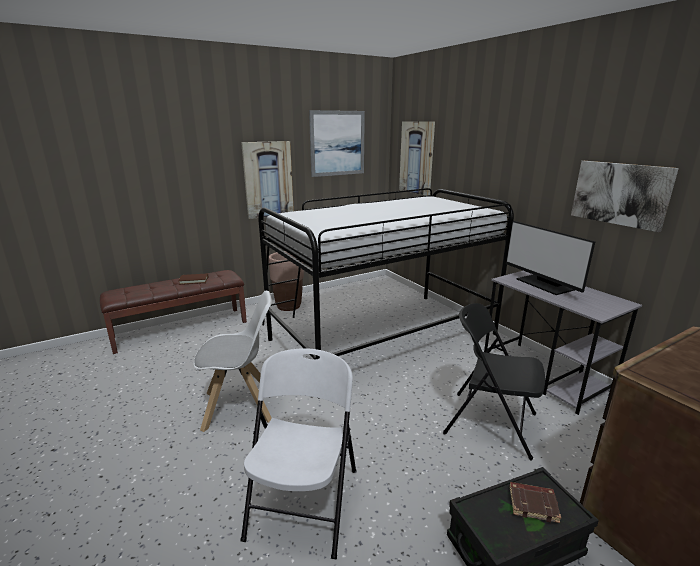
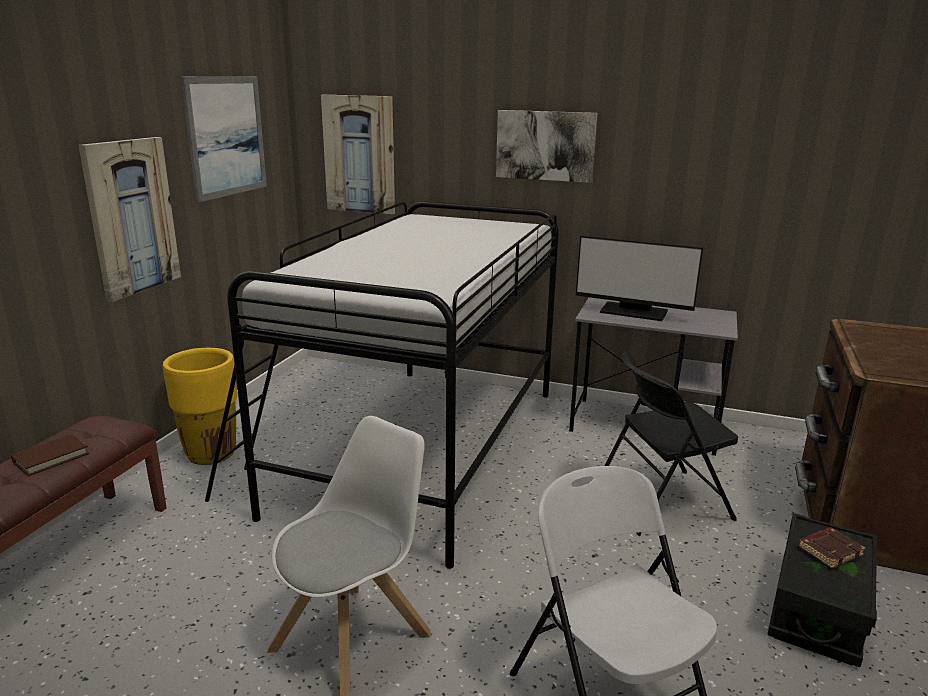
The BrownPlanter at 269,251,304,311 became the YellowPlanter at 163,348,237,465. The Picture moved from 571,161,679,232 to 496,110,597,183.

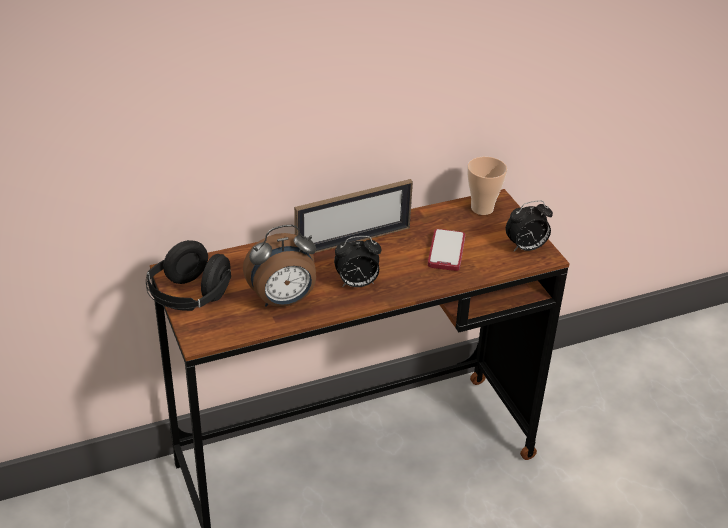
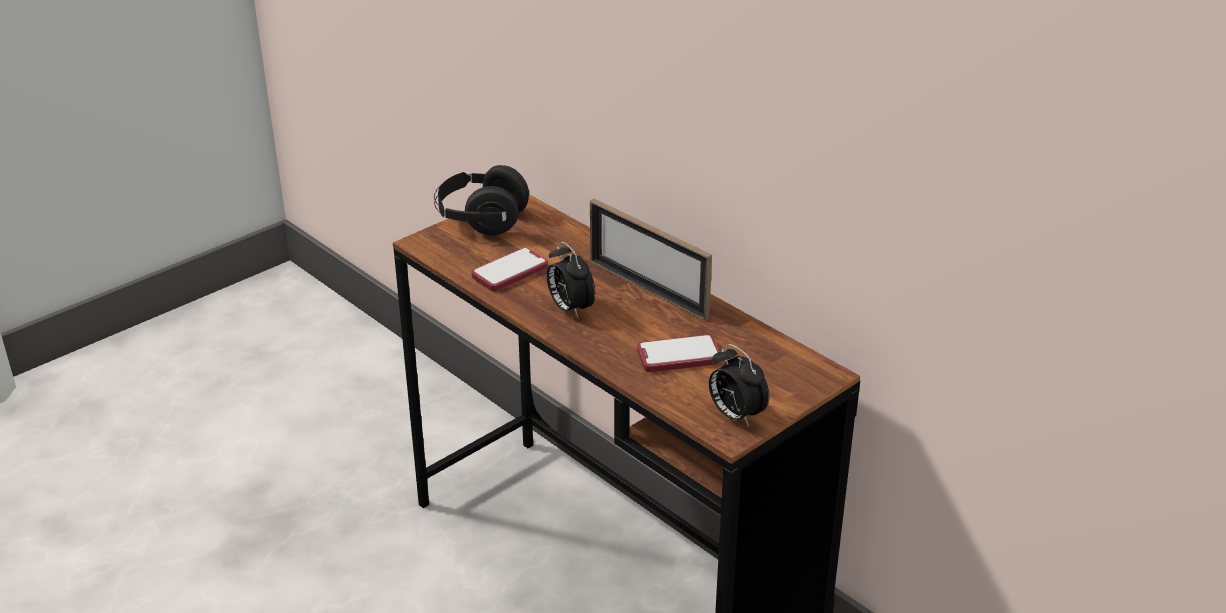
The AlarmClock at 243,225,316,307 was replaced by the Phone at 471,248,548,291. The Cup at 467,157,507,215 disappeared.

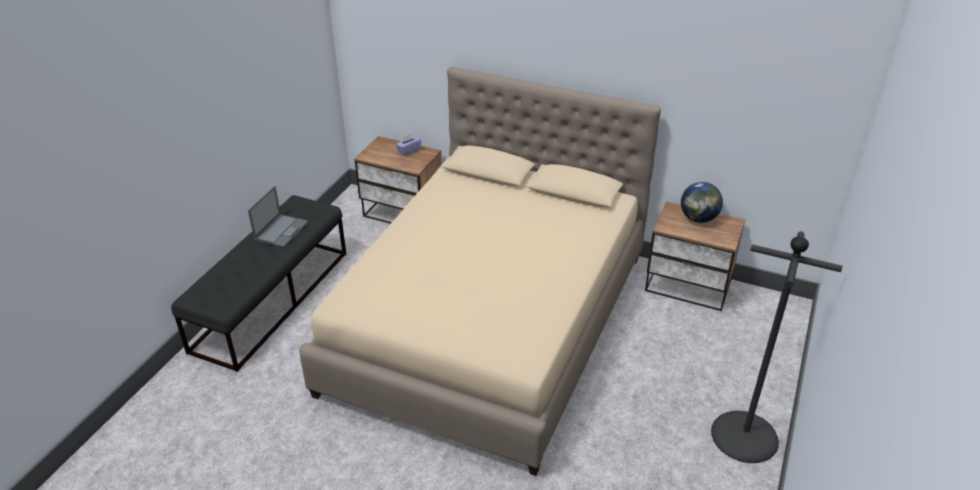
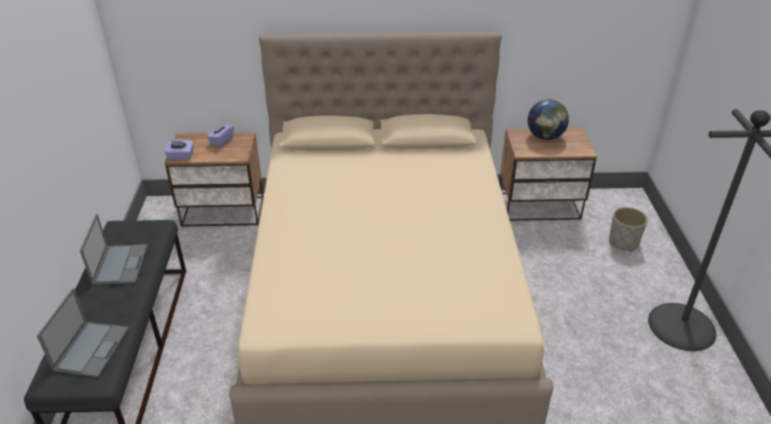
The Laptop at 37,288,129,377 appeared. The PurpleTissueBox at 164,139,194,160 appeared. The GreyPlanter at 609,207,648,252 appeared.

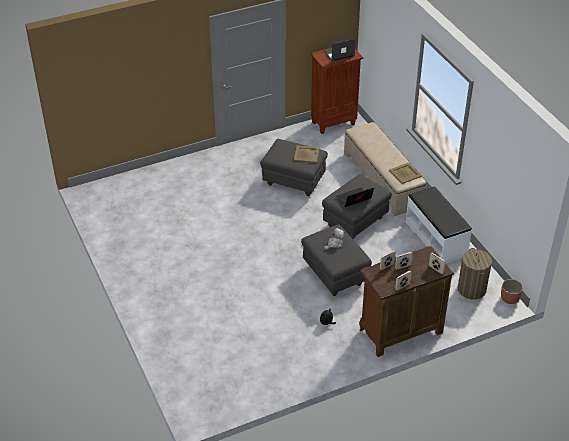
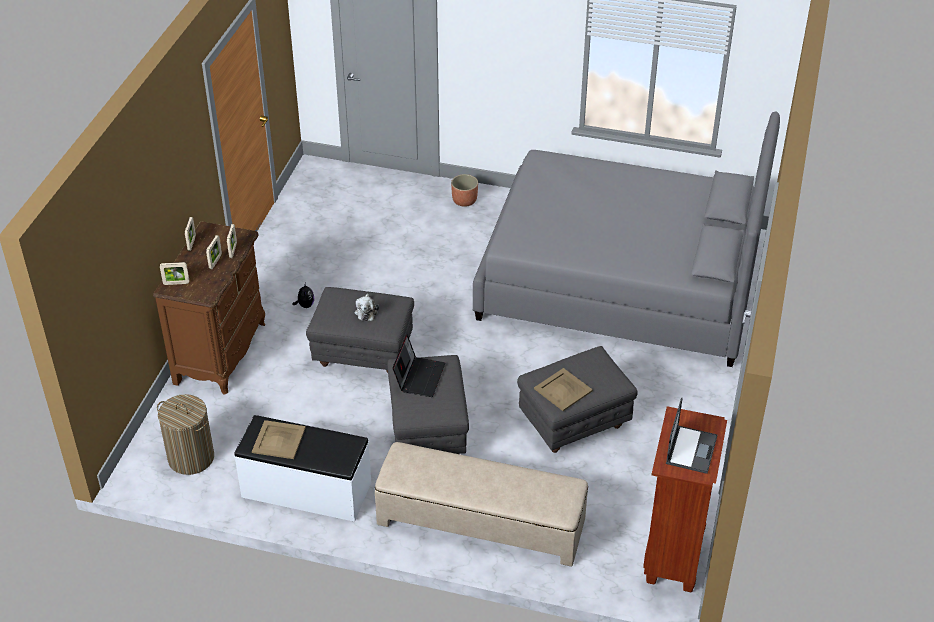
The BeigeTray moved from 389,162,422,184 to 252,420,306,459. The Planter moved from 501,279,523,304 to 451,174,478,207. The GreyBed at 473,111,780,367 appeared.

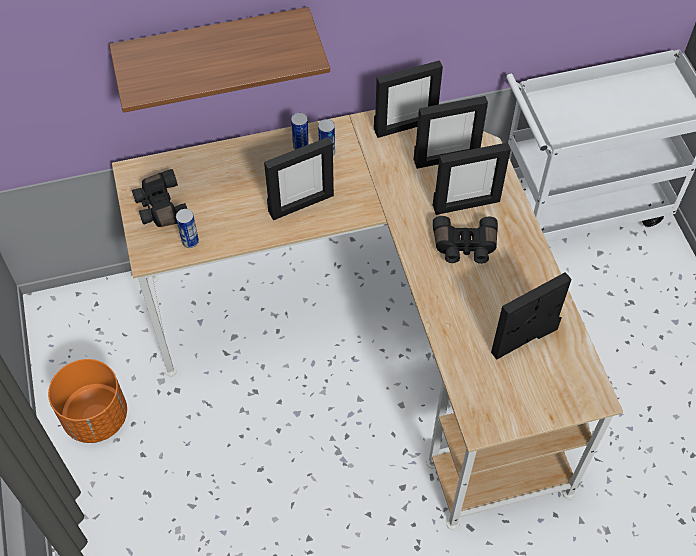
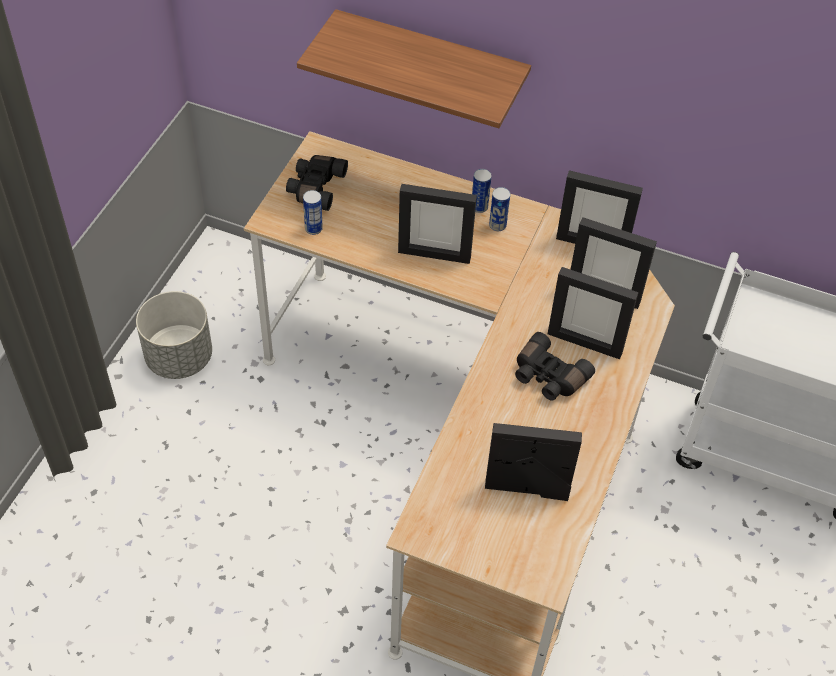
The OrangePlanter at 48,359,127,443 became the GreyPlanter at 136,291,212,379.

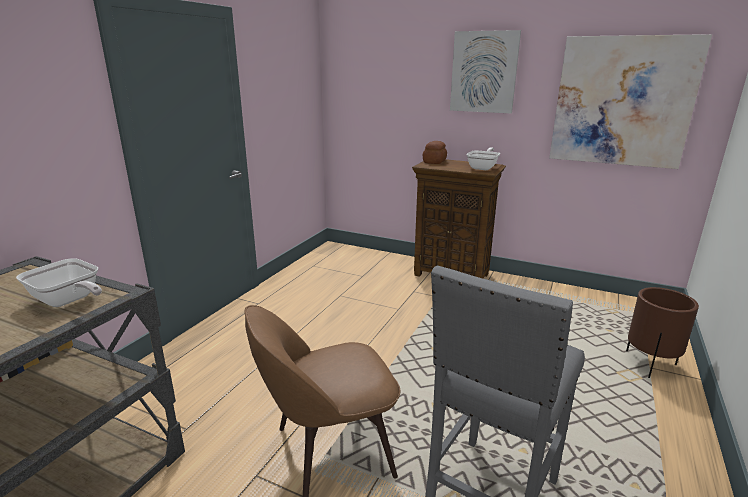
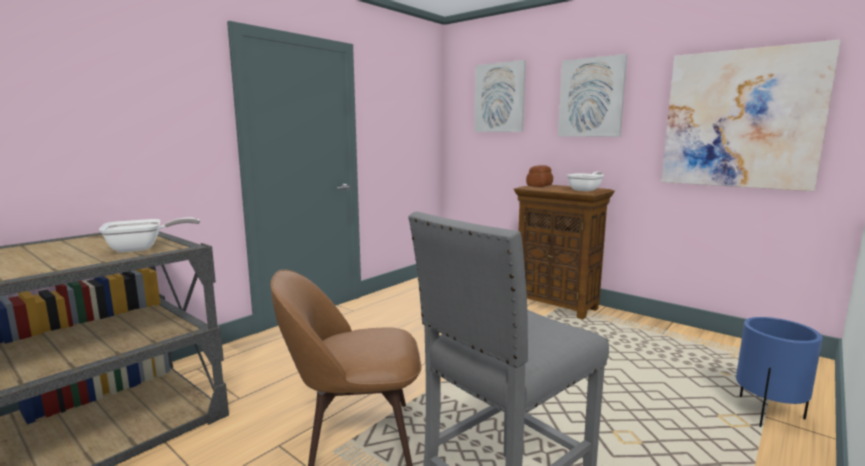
The FryingPan at 16,258,102,307 turned 75 degrees counterclockwise. The BrownPlanter at 626,287,699,378 became the BluePlanter at 736,317,823,427. The Picture at 474,60,526,132 appeared.

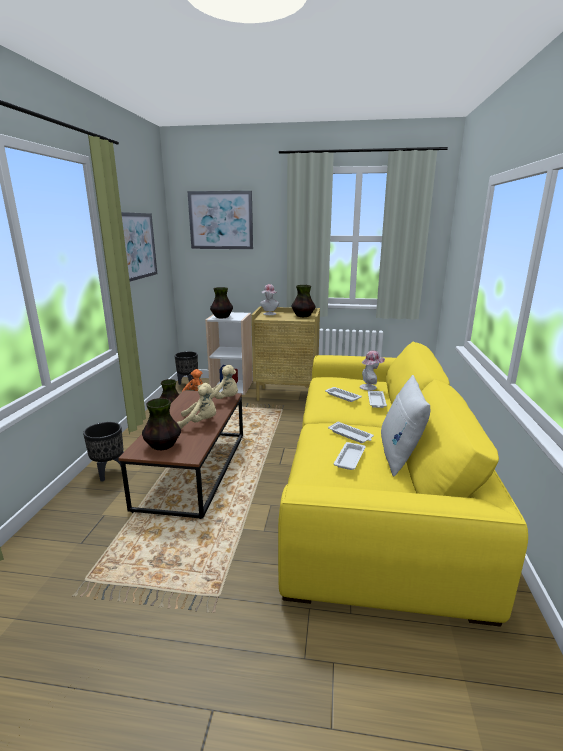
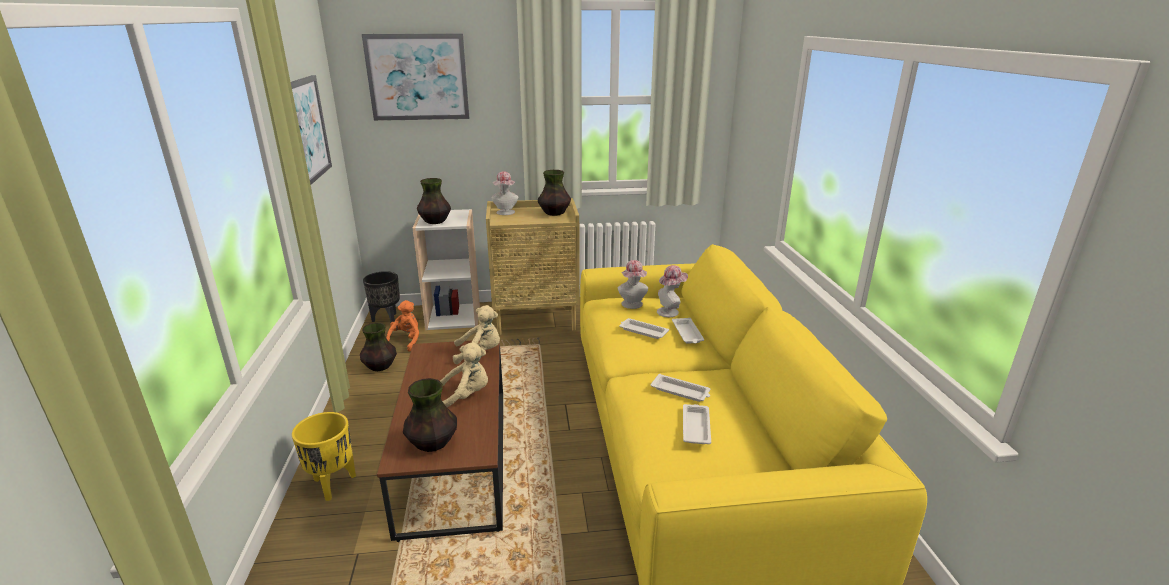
The BlackPlanter at 83,422,124,481 became the YellowPlanter at 292,412,356,501. The GreyPillow at 381,375,430,477 disappeared. The Hat at 618,260,648,309 appeared.

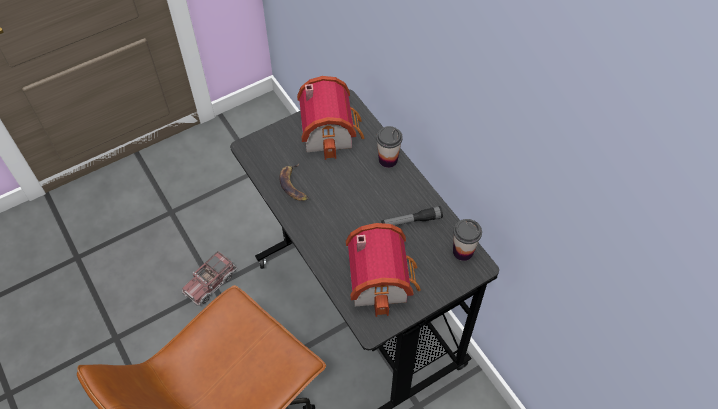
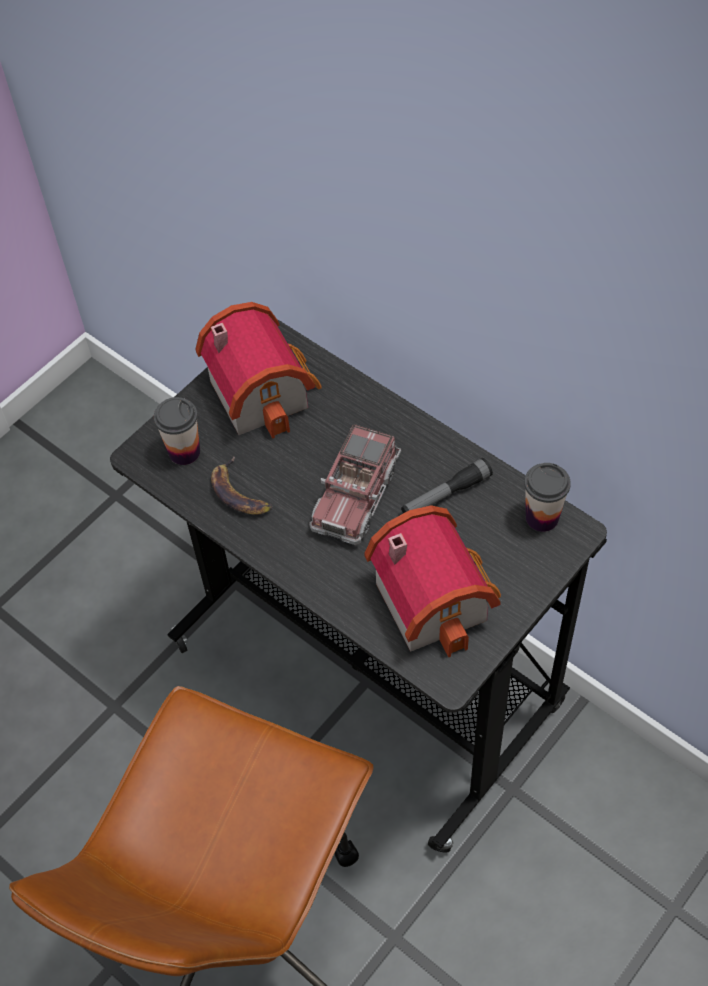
The ToyTruck moved from 182,251,237,306 to 309,424,401,545. The Cup moved from 376,126,403,168 to 154,397,200,465.

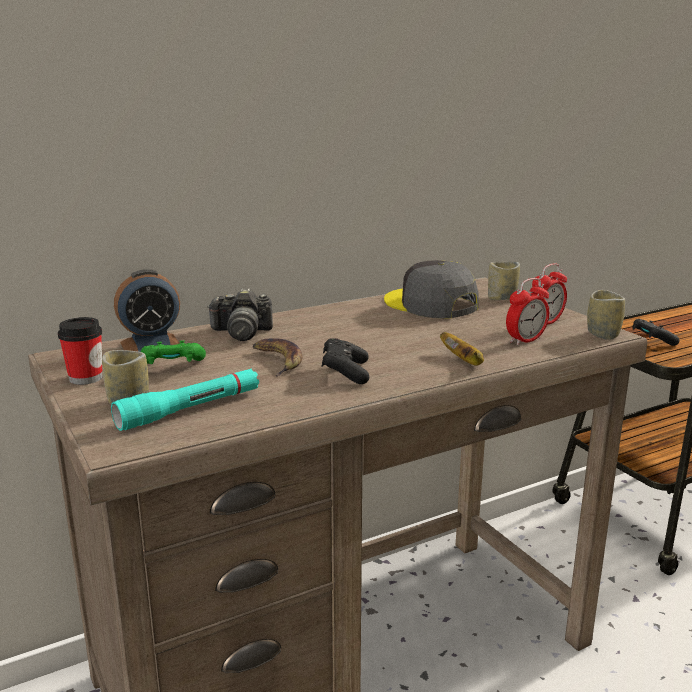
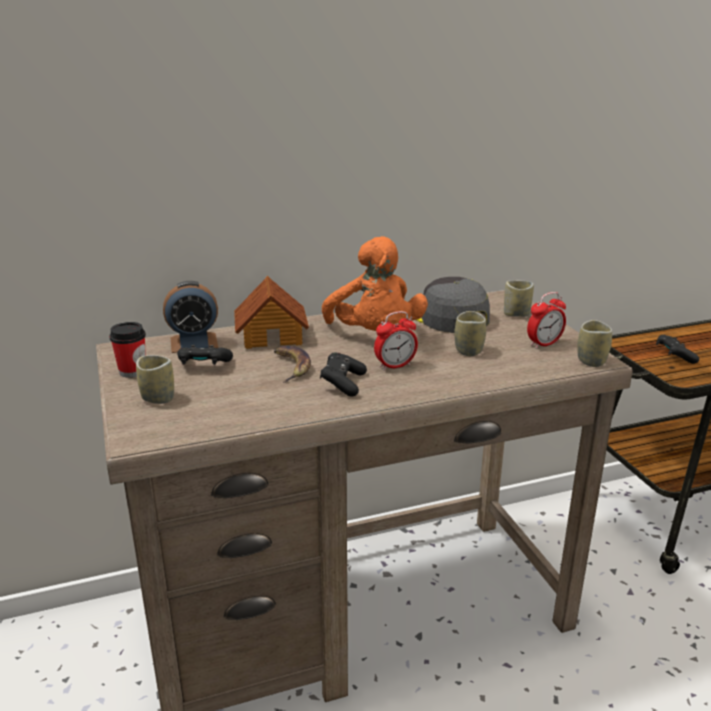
The TurquoiseFlashlight at 111,368,259,431 disappeared. The GreenGameController at 141,340,206,364 became the BlackGameController at 177,345,233,365. The PhotoCamera at 207,288,273,341 was replaced by the ToyHouse at 234,276,309,349. The Banana at 440,332,484,366 disappeared. The AlarmClock moved from 506,278,549,345 to 374,311,418,371. The OrangePlushToy at 322,236,428,331 appeared. The Cup at 454,311,486,356 appeared.

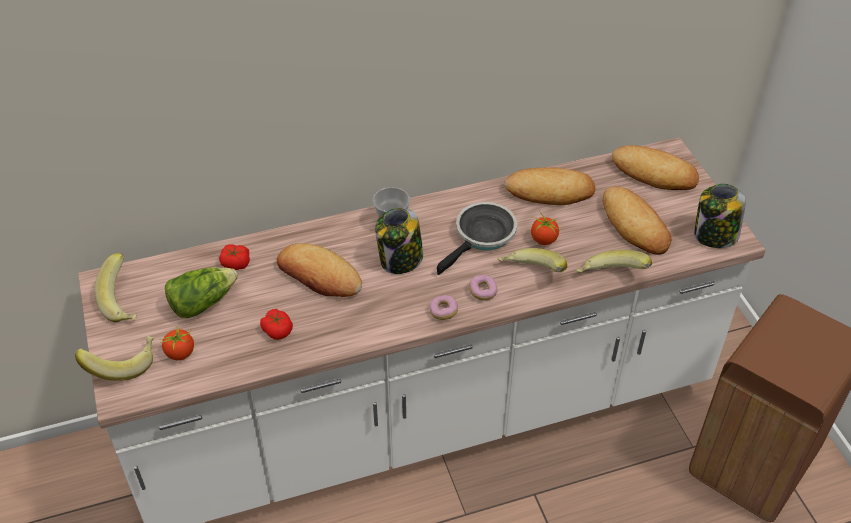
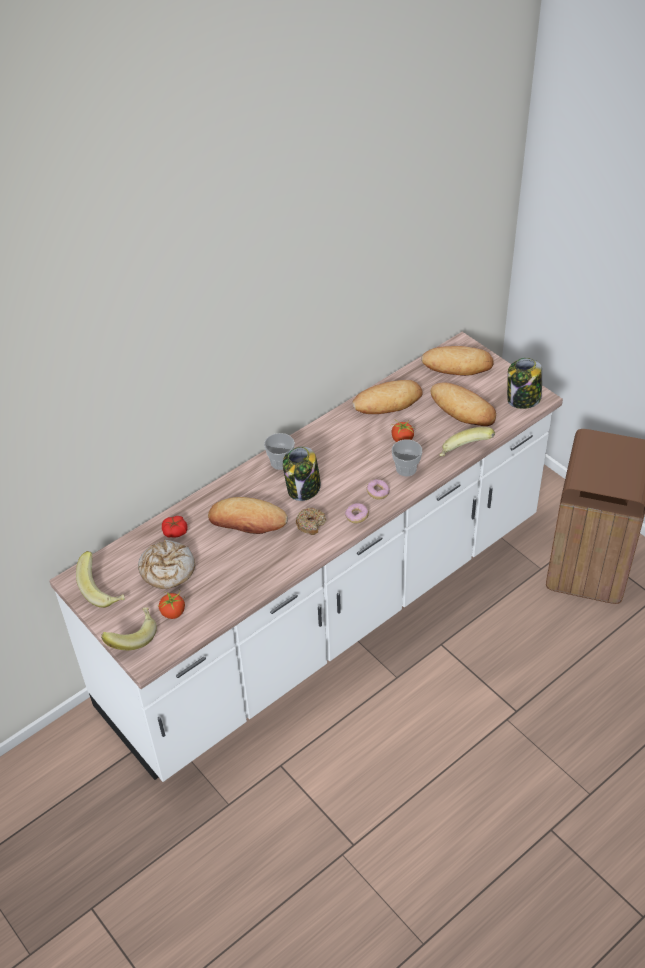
The Lettuce at 165,267,238,318 was replaced by the Bread at 138,539,195,589. The Tomato at 260,309,293,340 disappeared. The FryingPan at 437,202,517,275 disappeared. The Banana at 498,248,567,272 was replaced by the Cup at 392,439,422,476. The Donut at 296,508,327,535 appeared.

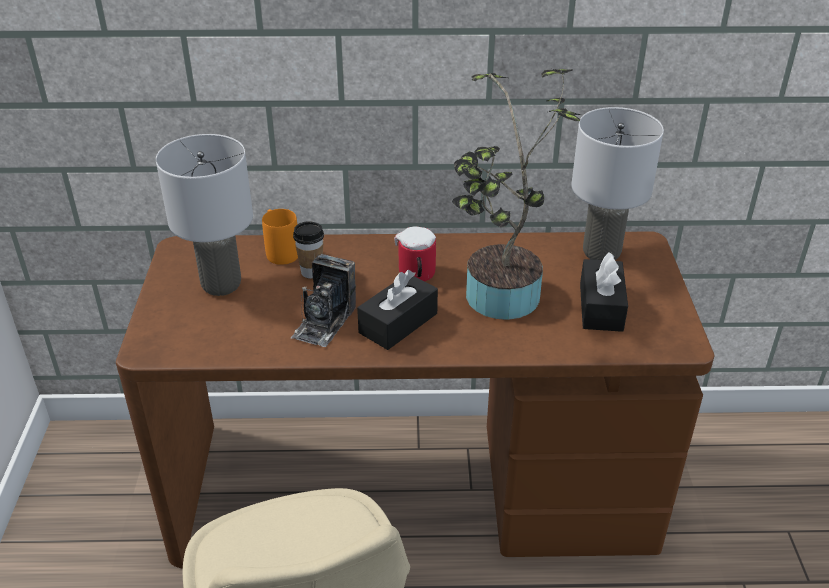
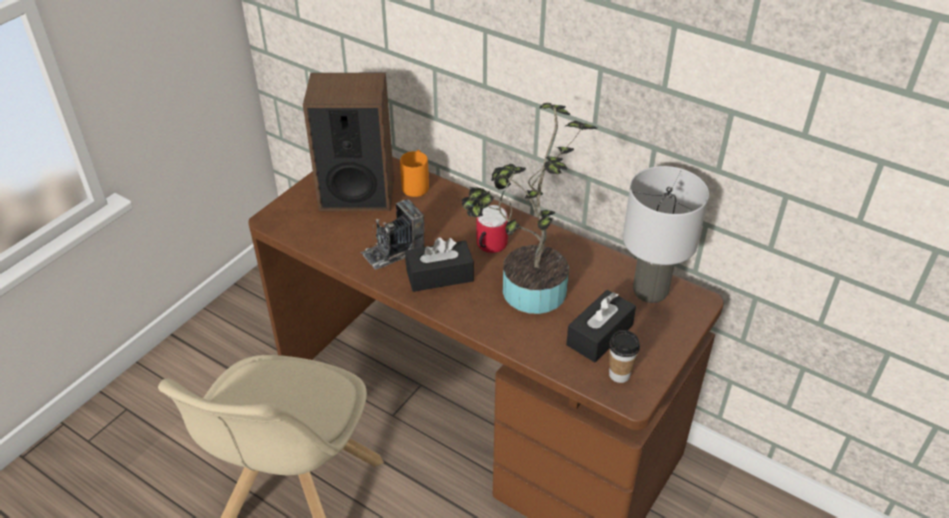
The WhiteTableLamp at 156,134,253,296 was replaced by the Speaker at 303,73,394,211. The Cup moved from 293,221,324,279 to 609,330,640,383.

